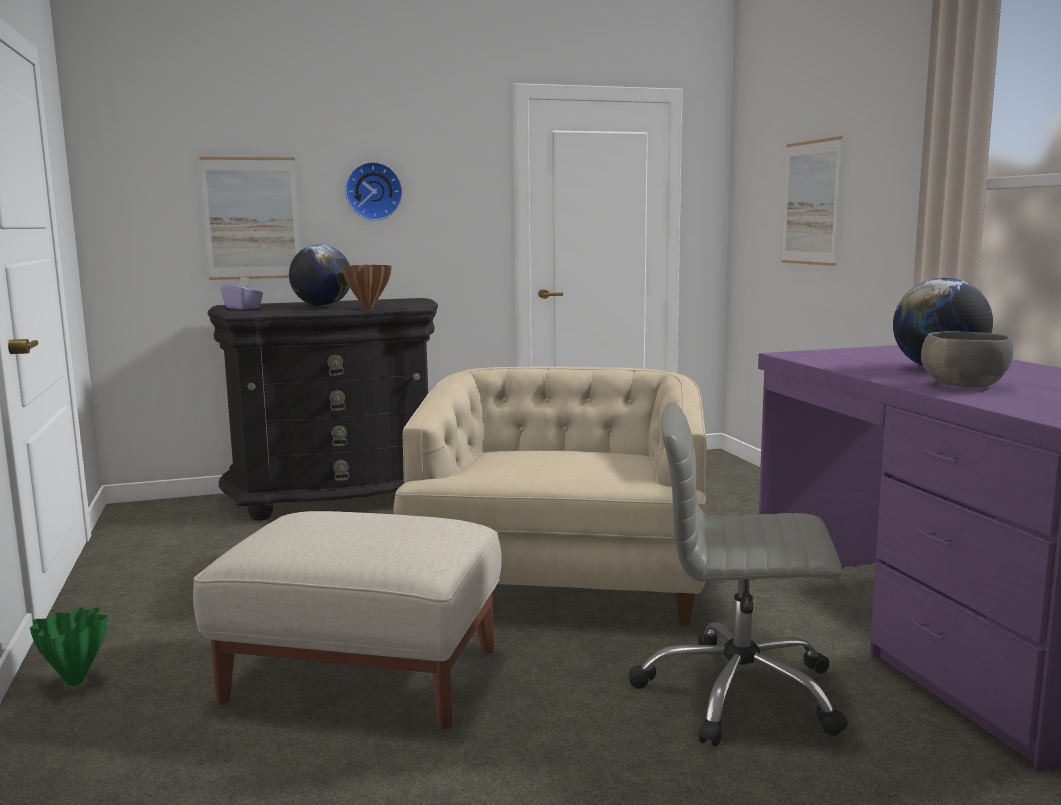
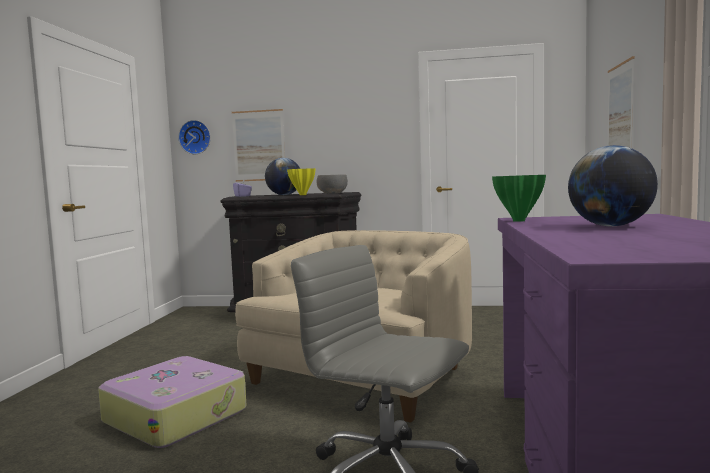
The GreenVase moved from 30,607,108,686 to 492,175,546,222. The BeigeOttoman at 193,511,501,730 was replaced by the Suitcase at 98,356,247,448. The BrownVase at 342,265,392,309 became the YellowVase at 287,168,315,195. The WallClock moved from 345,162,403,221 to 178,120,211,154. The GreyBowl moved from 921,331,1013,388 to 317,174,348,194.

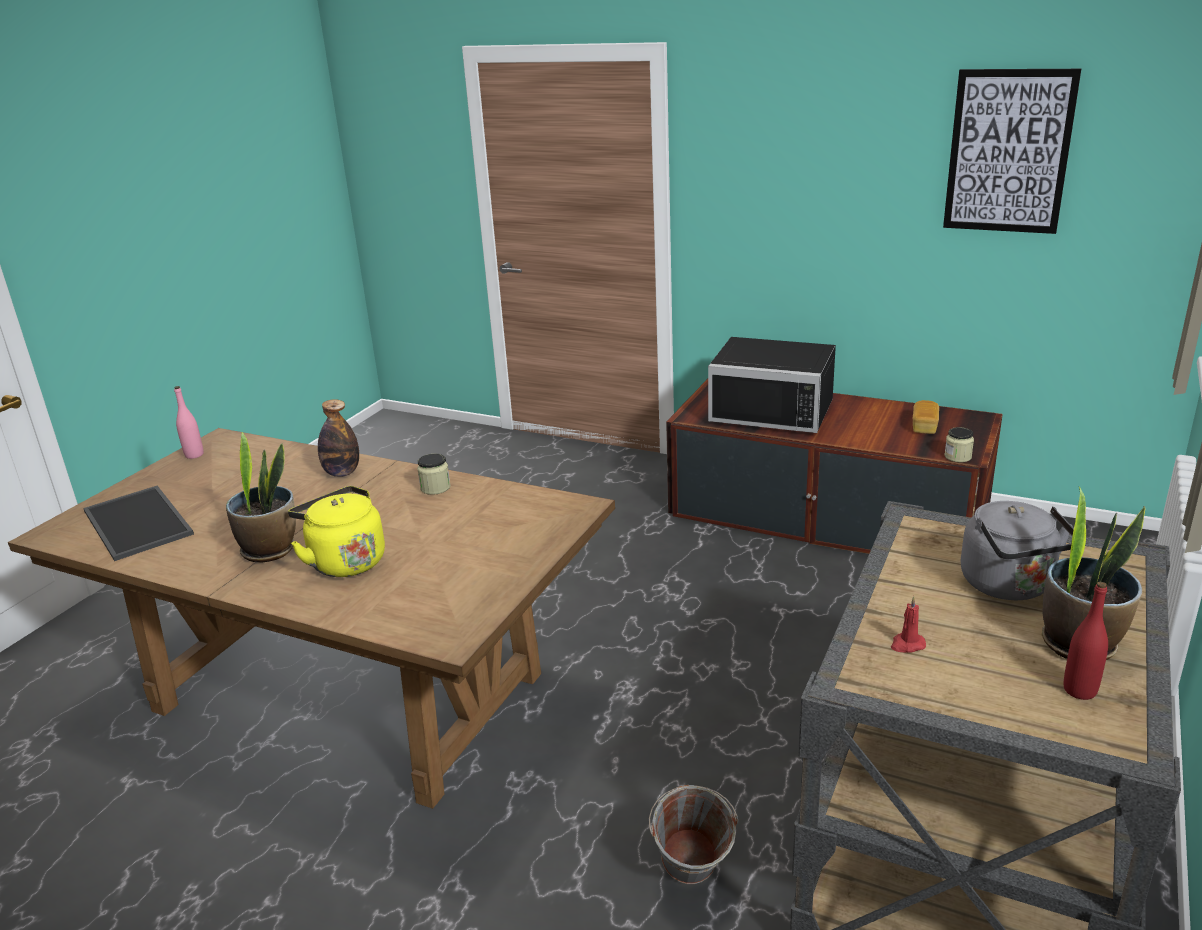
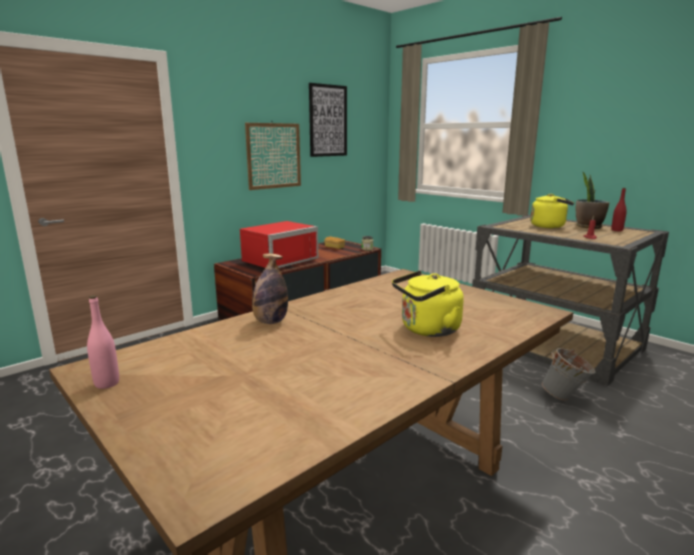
The Tray at 83,486,194,561 disappeared. The PottedPlant at 226,432,296,563 disappeared. The Jar at 417,454,451,495 disappeared. The BlackMicrowave at 708,337,836,433 became the RedMicrowave at 240,221,318,268. The GreyKettle at 961,501,1074,600 became the YellowKettle at 530,194,574,228. The Picture at 245,121,301,190 appeared.

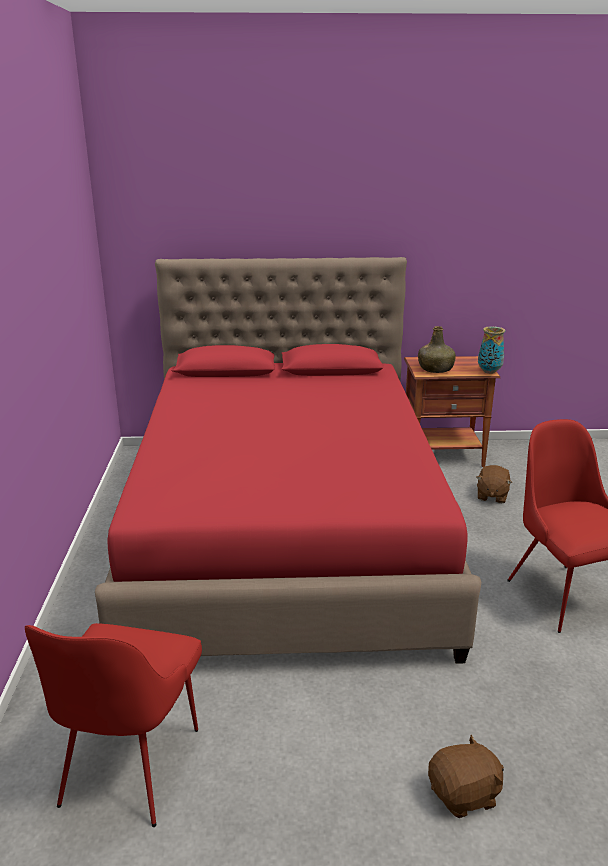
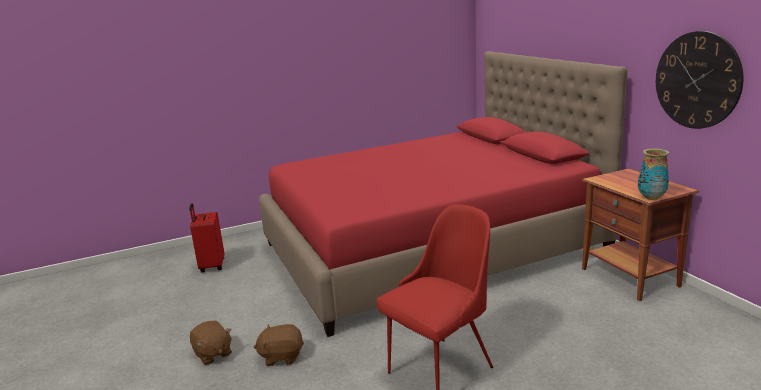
The RedChair at 25,623,202,827 was replaced by the RedSuitcase at 189,203,224,272. The GreenBottle at 418,326,456,373 disappeared. The BrownPlushToy moved from 476,465,512,503 to 254,324,304,366. The WallClock at 656,31,744,129 appeared.

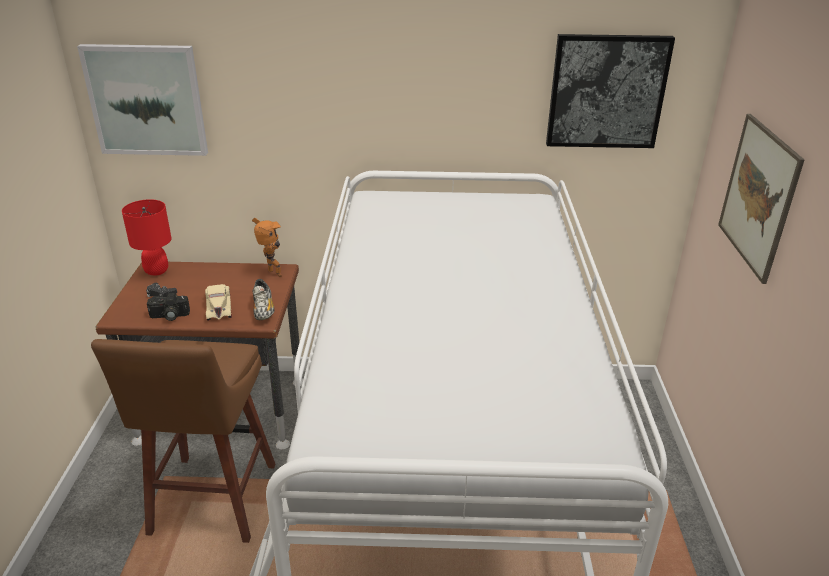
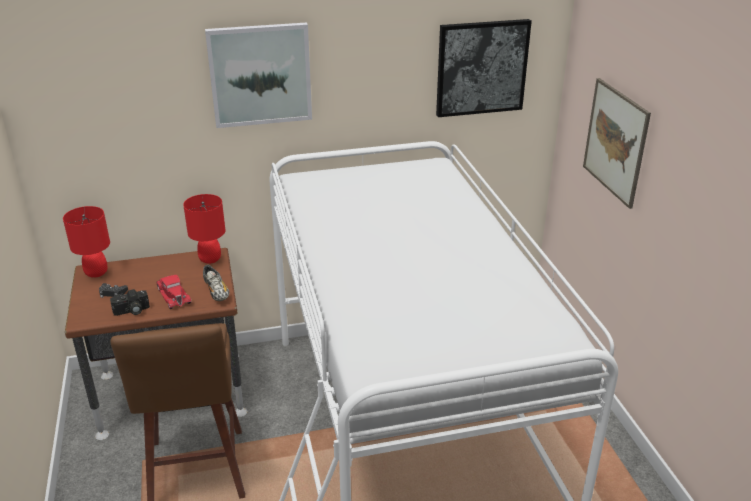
The Picture moved from 77,44,208,156 to 205,22,312,128. The BeigeToyCar at 205,284,232,321 became the RedToyCar at 156,275,191,309. The ToyRobot at 252,218,282,277 was replaced by the RedTableLamp at 183,194,226,264.

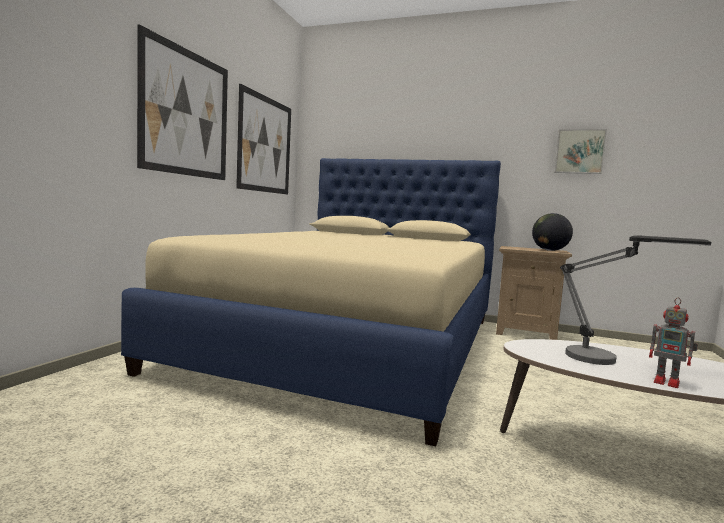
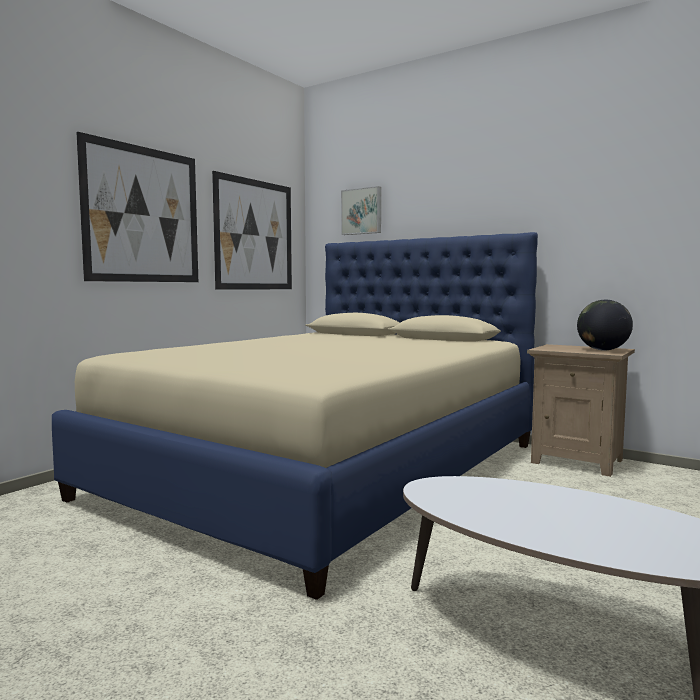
The Picture moved from 554,129,607,174 to 341,186,381,235. The TableLamp at 560,235,711,365 disappeared. The ToyRobot at 649,298,698,388 disappeared.

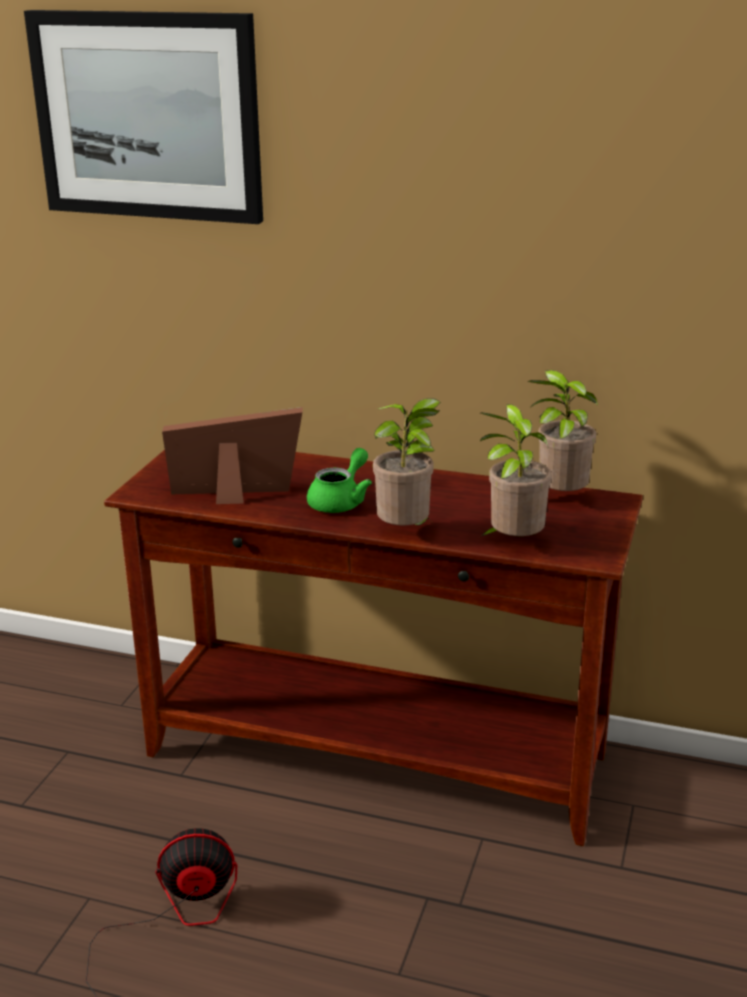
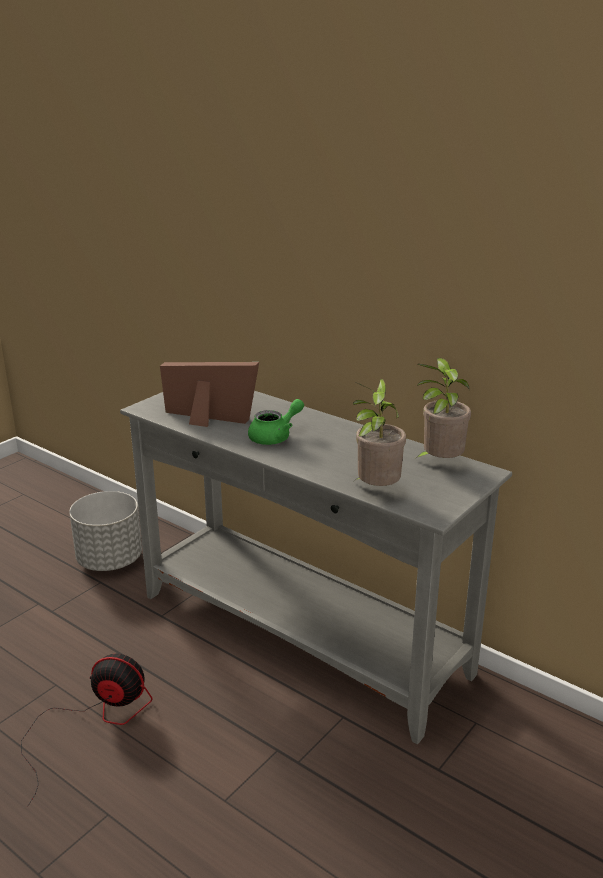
The Picture at 24,10,263,224 disappeared. The BrownConsoleTable at 104,449,643,846 became the GreyConsoleTable at 120,391,512,744. The PottedPlant at 373,398,441,525 disappeared. The GreyPlanter at 69,491,142,571 appeared.

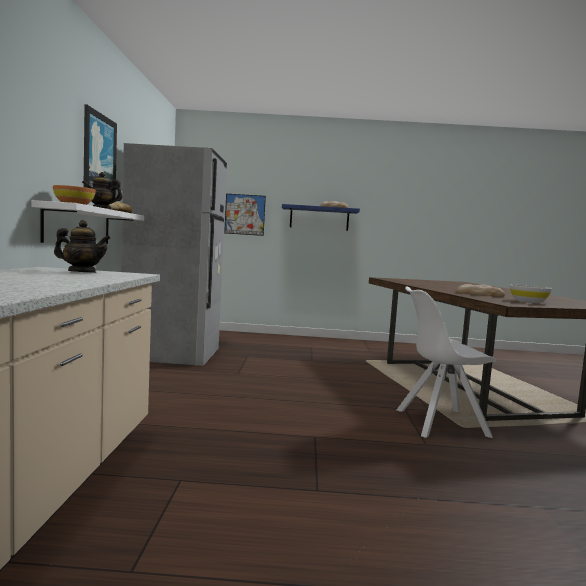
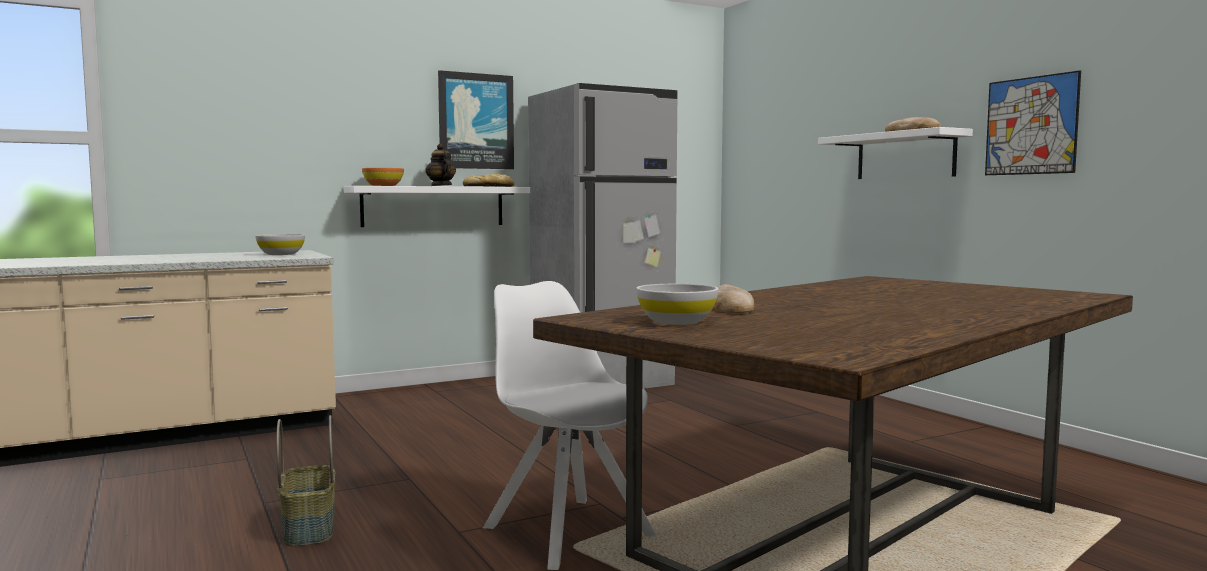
The Teapot at 54,220,111,273 was replaced by the WhiteBowl at 255,234,305,255. The Picture moved from 224,194,266,236 to 985,70,1081,175. The BlueShelf at 282,204,360,231 became the WhiteShelf at 818,127,973,179. The Basket at 276,415,335,546 appeared.

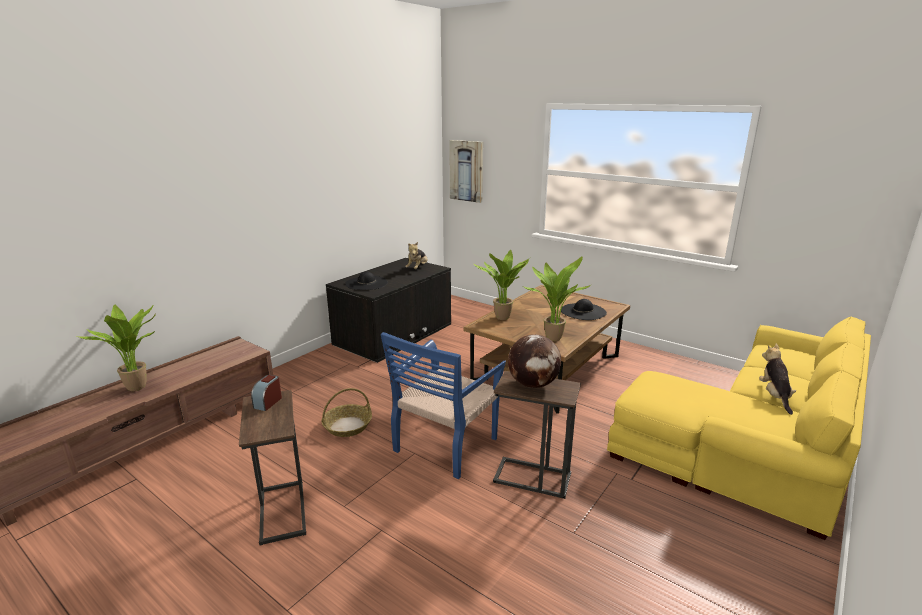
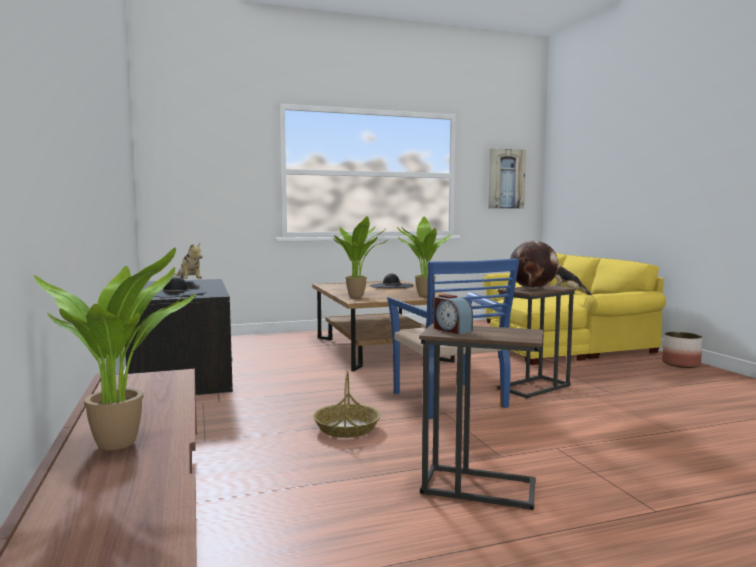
The Picture moved from 449,140,483,203 to 488,148,526,209. The Planter at 662,332,702,368 appeared.

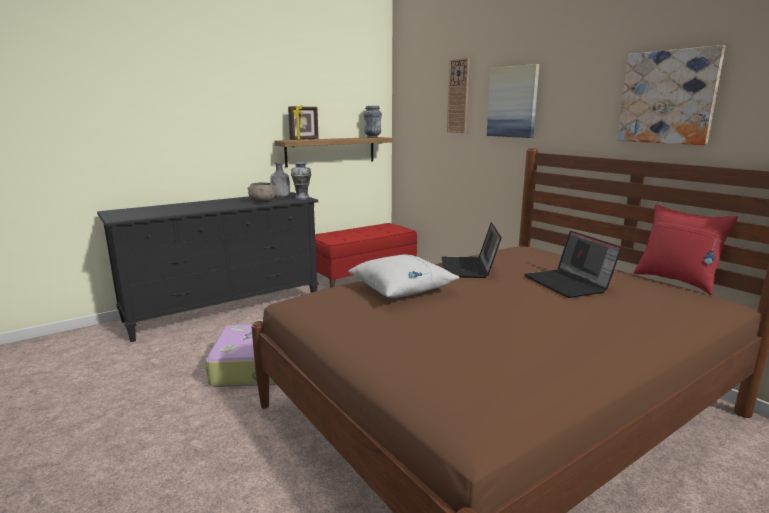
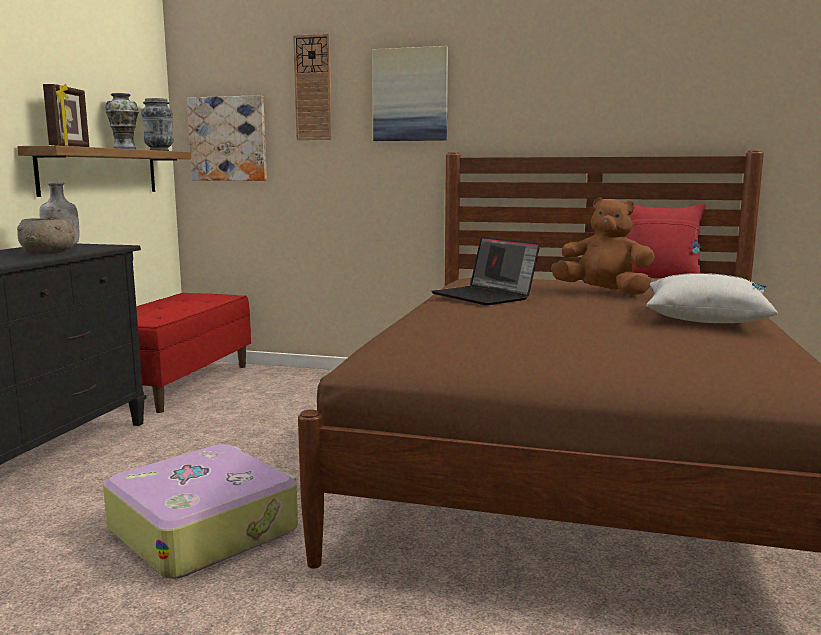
The Vase moved from 291,162,312,200 to 106,93,139,149. The GreyPillow moved from 348,254,459,298 to 646,273,778,323. The Laptop at 524,231,622,298 was replaced by the BrownPlushToy at 551,198,655,295. The Picture moved from 617,45,725,145 to 187,95,267,181.

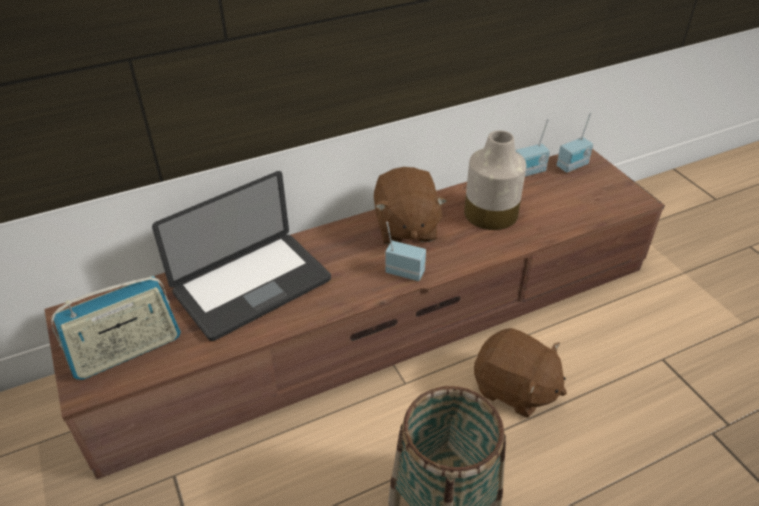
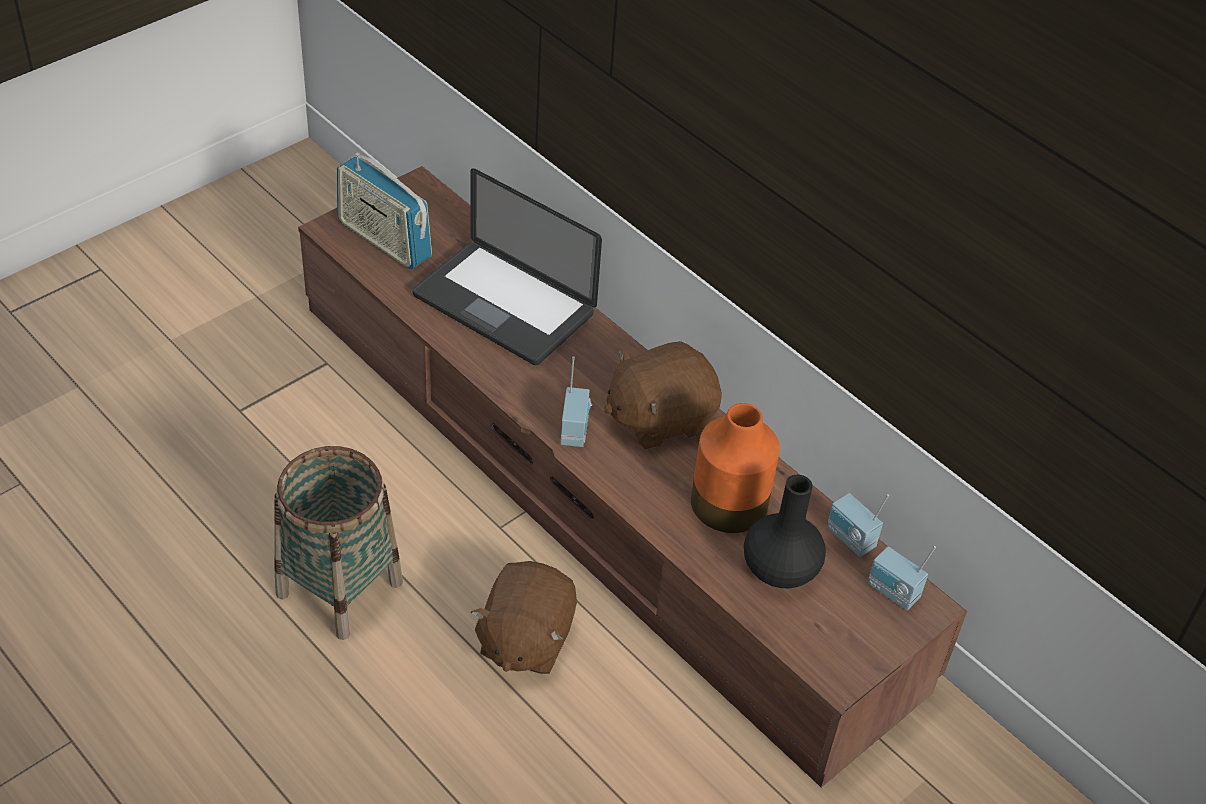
The BeigeVase at 464,130,526,230 became the OrangeVase at 691,403,780,533. The BlackVase at 744,475,826,588 appeared.

